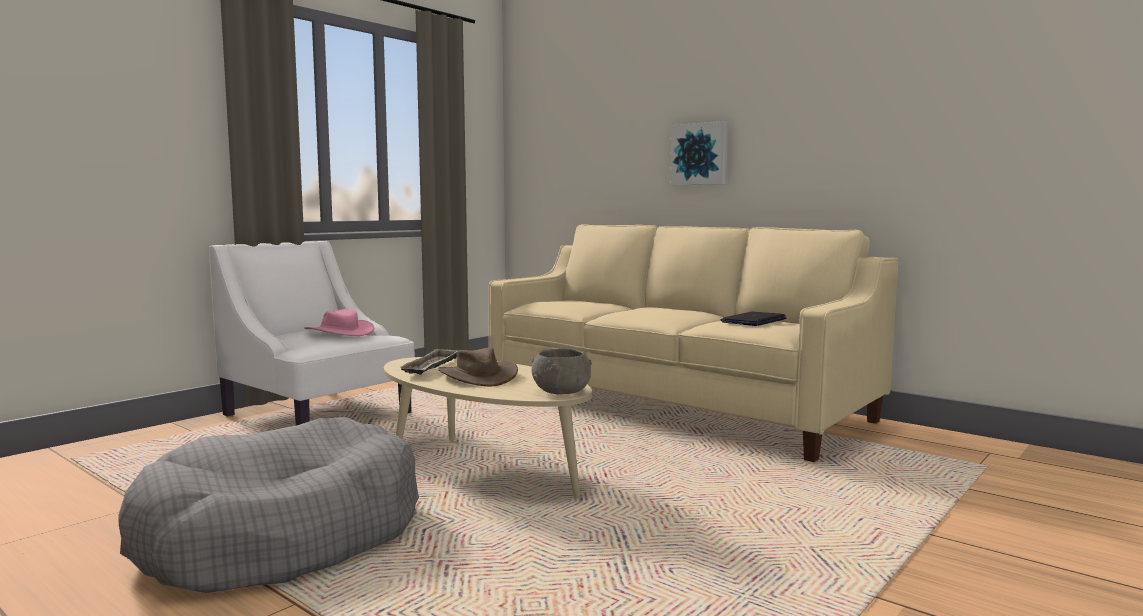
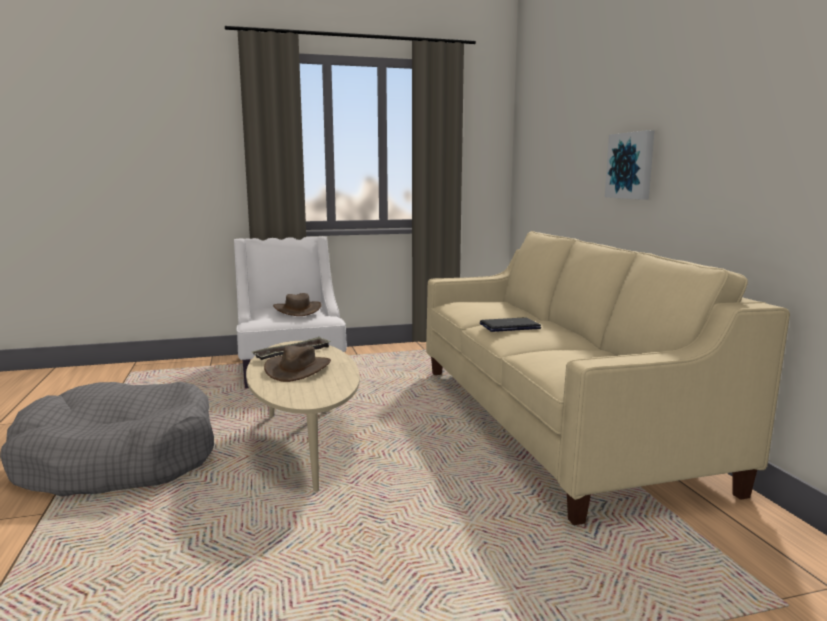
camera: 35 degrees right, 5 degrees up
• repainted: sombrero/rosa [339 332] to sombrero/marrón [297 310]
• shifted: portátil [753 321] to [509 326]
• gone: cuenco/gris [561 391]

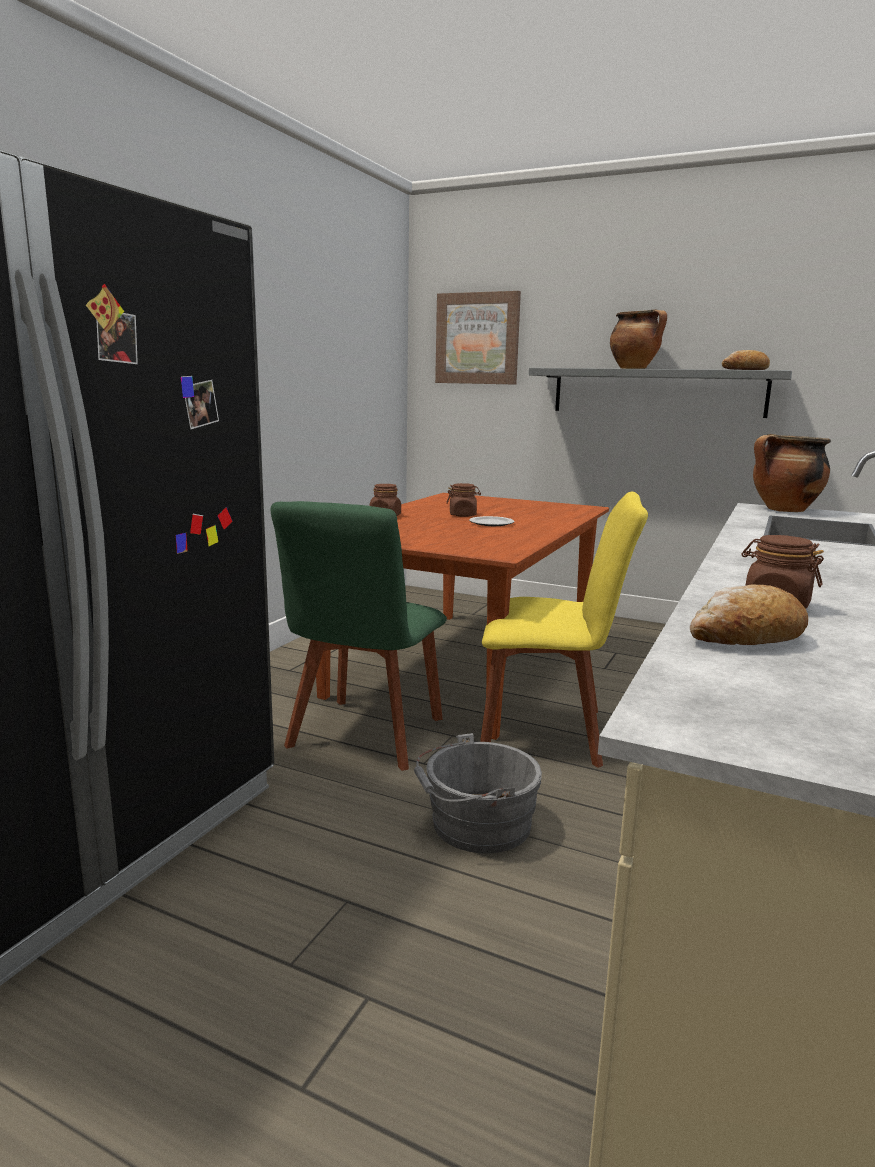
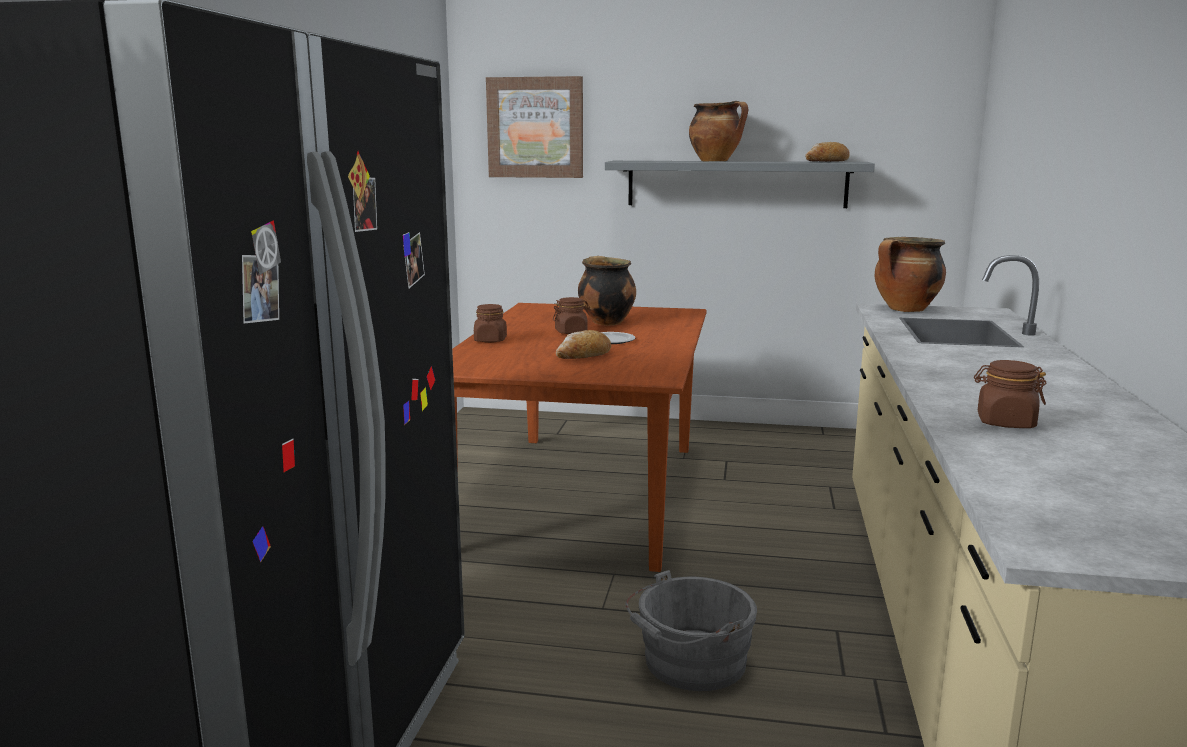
camera: 15 degrees left, 0 degrees up
• gone: silla/amarillo [551 732]
• gone: silla/verde [364 736]
• shifted: pan [746 638] to [584 356]
• new: olla [605 322]

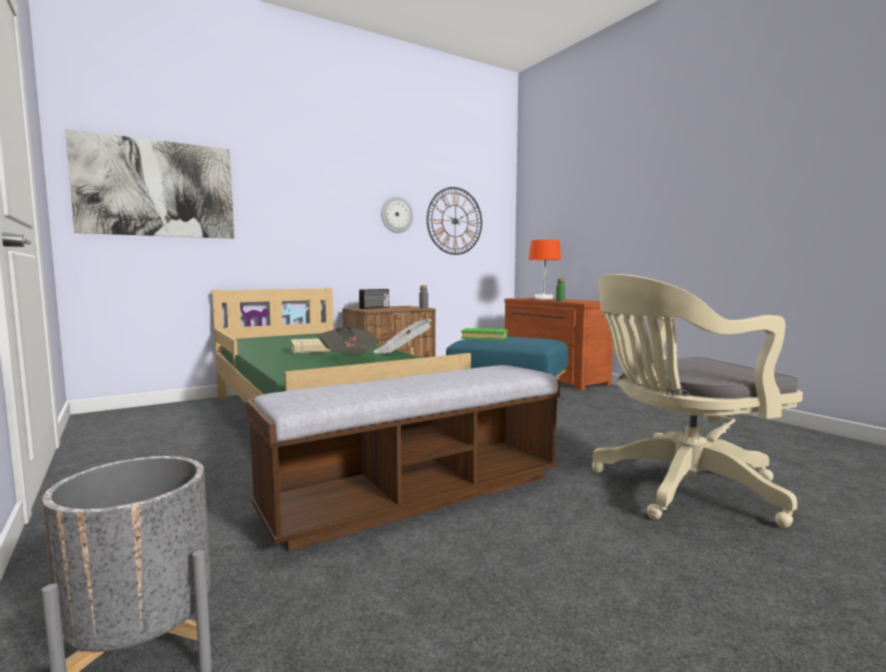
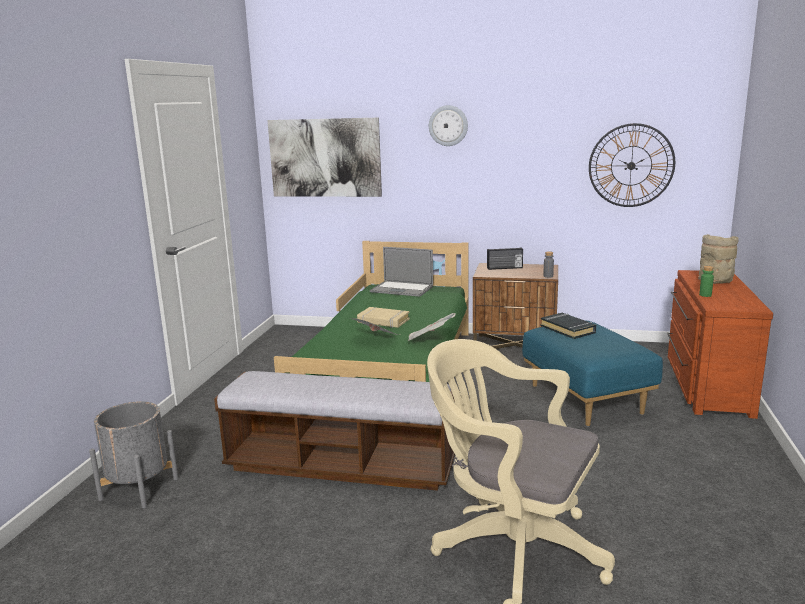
camera: 45 degrees right, 10 degrees up
• shifted: reloj de pared [396 214] to [448 125]
• swapped: lámpara de mesa/naranja [543 299] to florero/beis [715 282]
• repainted: libro/verde [484 338] to libro/negro [568 329]
• new: portátil [401 289]

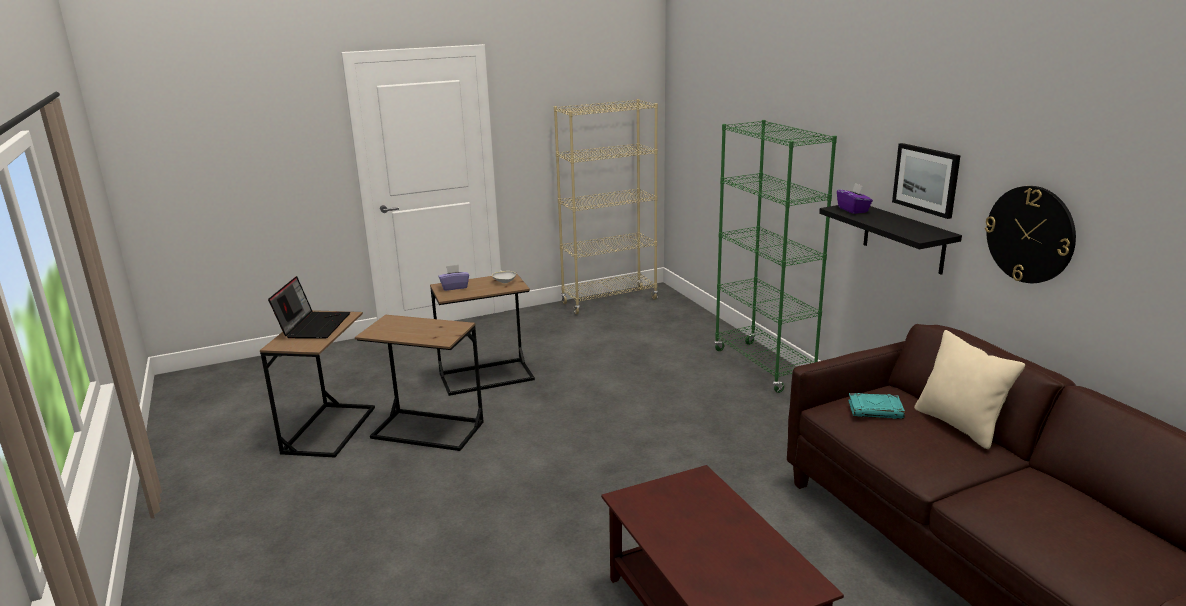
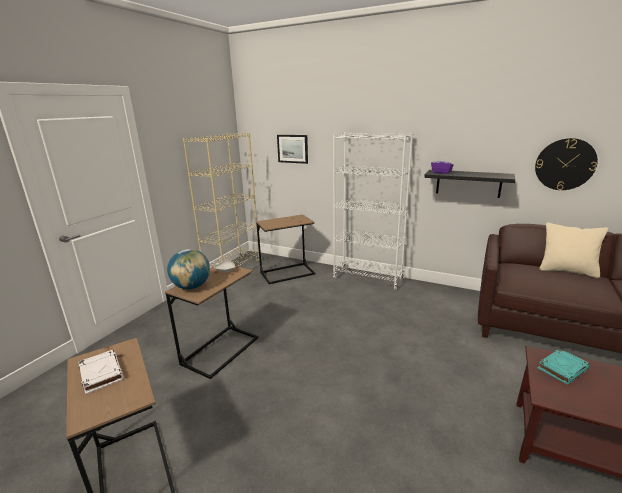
camera: 40 degrees left, 0 degrees up
• repainted: estantería/verde [763 366] to estantería/blanco [367 279]
• shifted: cuadro [926 179] to [293 148]
• swapped: caja de pañuelos/morado [454 287] to globo terráqueo [192 287]
• swapped: portátil [313 325] to libro/blanco [101 373]
• shifted: mesa auxiliar/marrón [428 430] to [287 273]
• shifted: libro/turquesa [876 410] to [562 368]

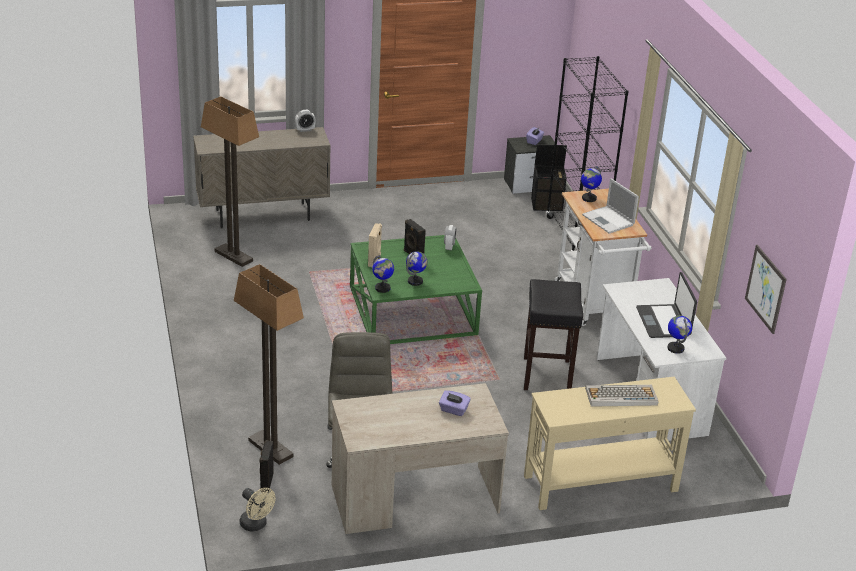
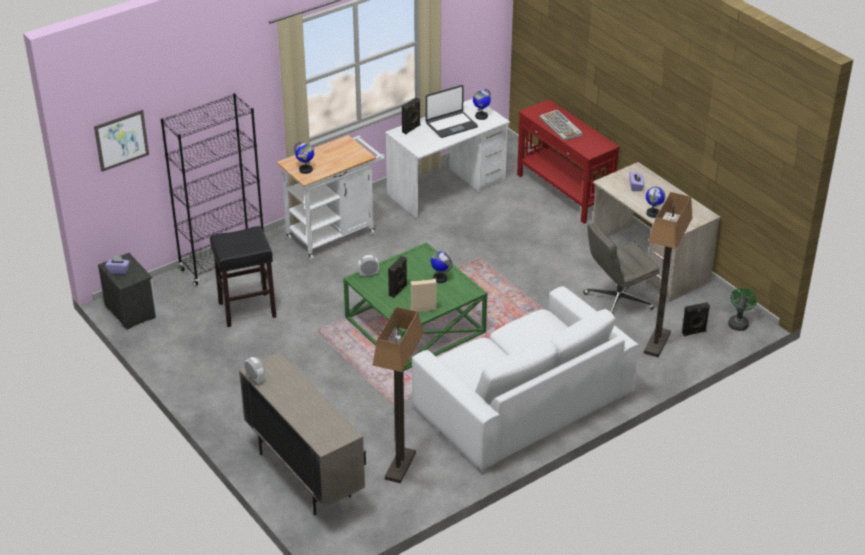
camera: 110 degrees left, 5 degrees up
• gone: caja de almacenaje/negro [547 204]
• gone: portátil [609 220]
• shifted: cuadro [765 289] to [121 140]
• shifted: globo terráqueo [382 288] to [653 213]
• shifted: taburete/negro [546 374] to [246 310]
• repainted: mesa consola/beis [599 483] to mesa consola/rojo [564 193]
• repainted: ventilador/beis [256 525] to ventilador/verde [738 322]
• new: altavoz/negro [411 129]
• new: sofá/blanco [521 400]

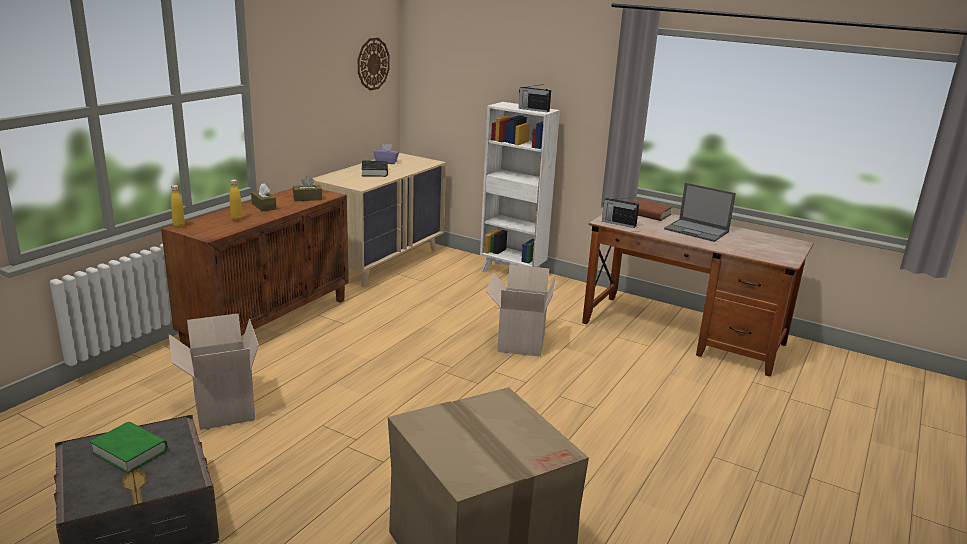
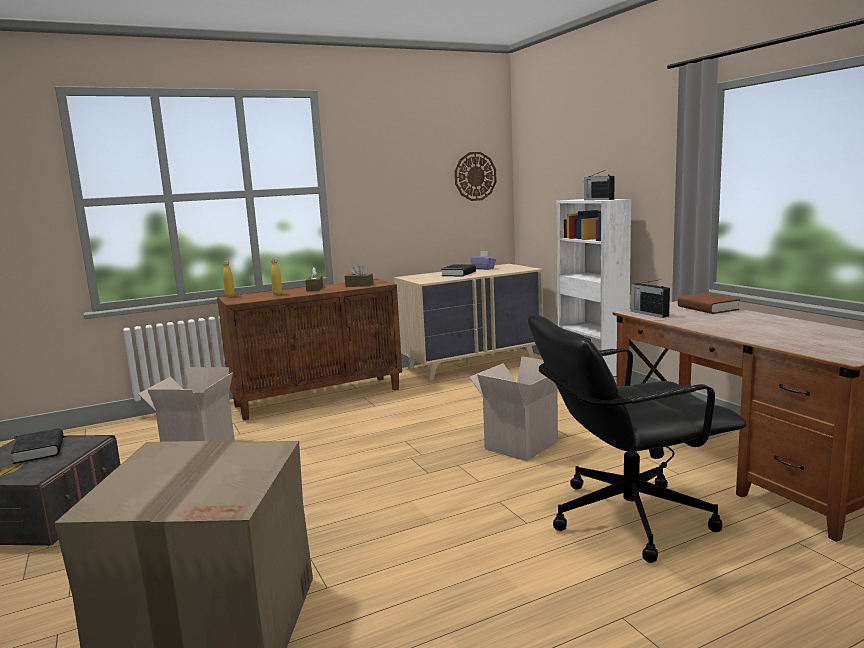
camera: 35 degrees right, 10 degrees down
• gone: portátil [697 230]
• repainted: libro/verde [130 451] to libro/negro [39 450]
• new: silla de oficina/negro [627 517]

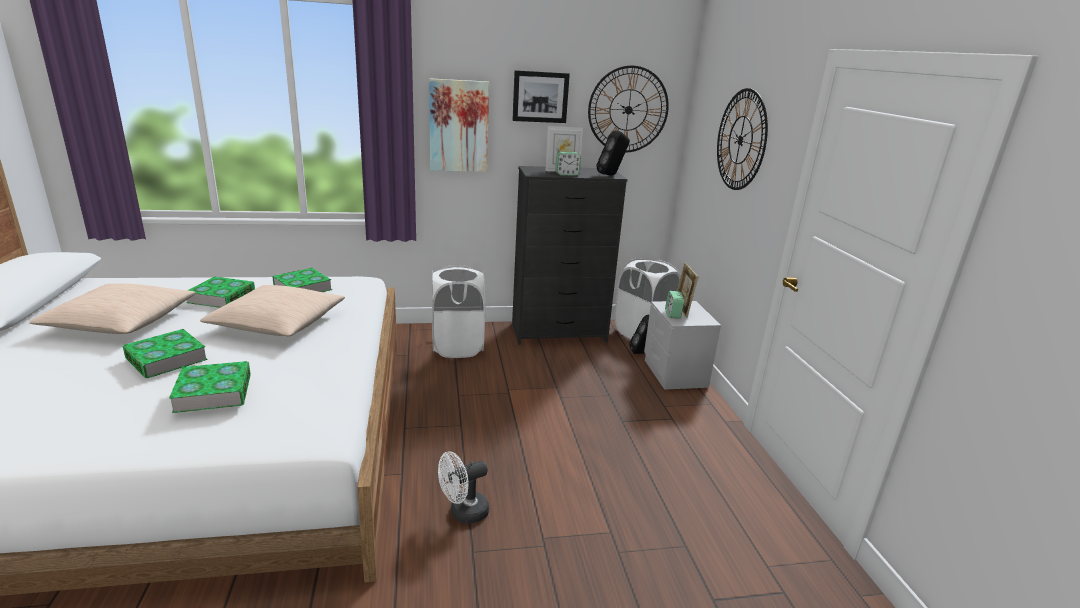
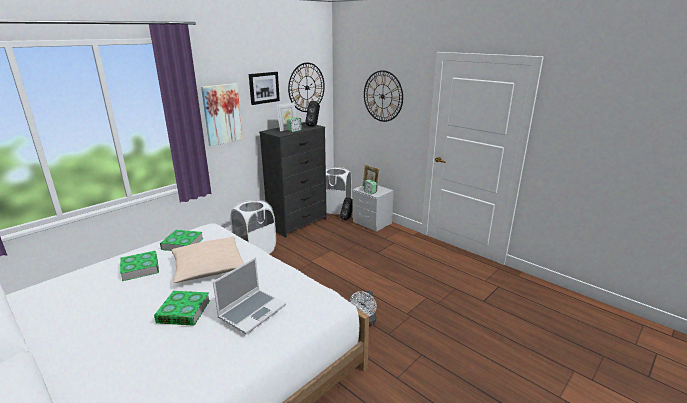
camera: 35 degrees left, 0 degrees up
• gone: cojín/beis [121 322]
• swapped: libro [214 392] to portátil [252 311]

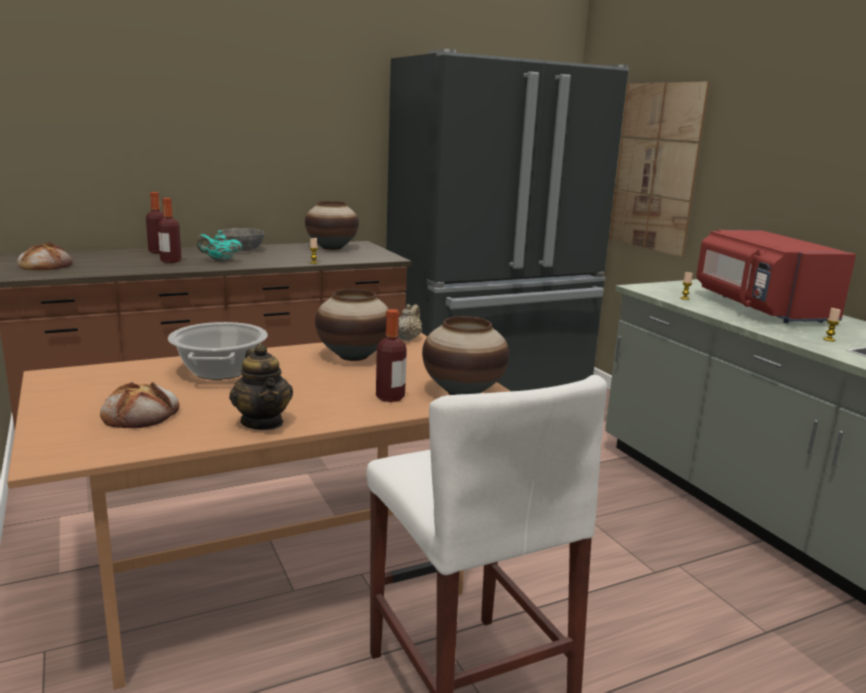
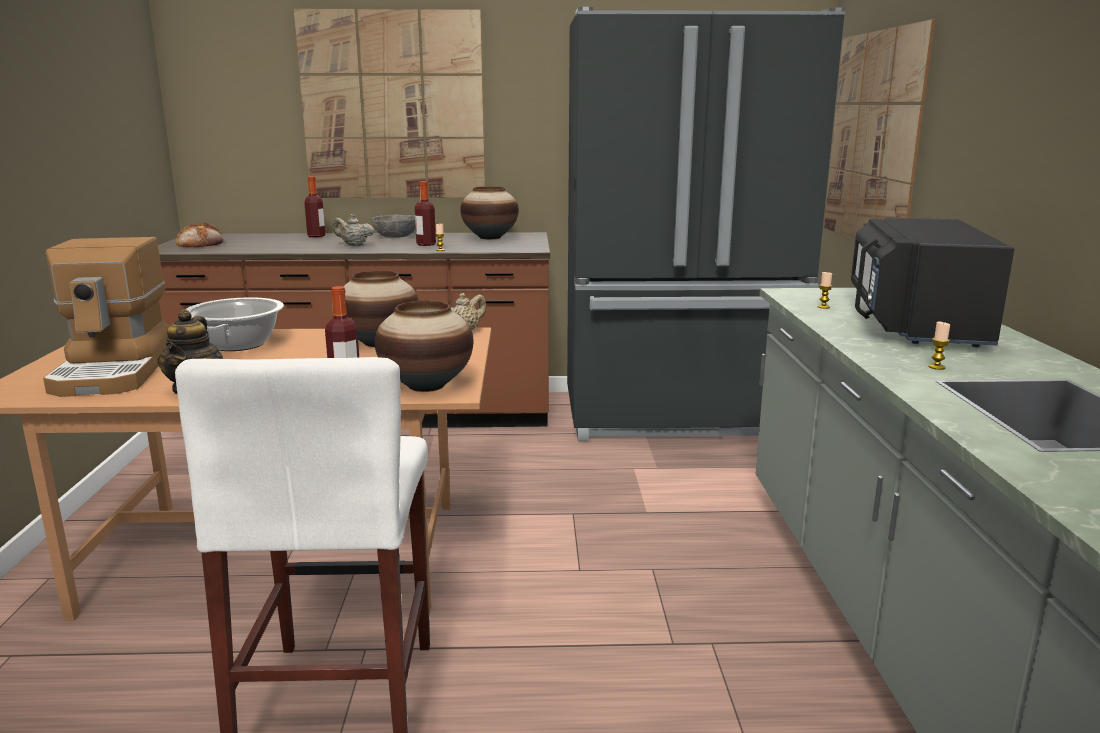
camera: 25 degrees right, 0 degrees up
• shifted: botella [171 261] to [426 244]
• repainted: microondas/rojo [759 308] to microondas/negro [913 324]
• repainted: tetera/turquesa [220 261] to tetera/beis [354 245]
• swapped: pan [141 414] to cafetera [116 371]
• new: cuadro [393 106]

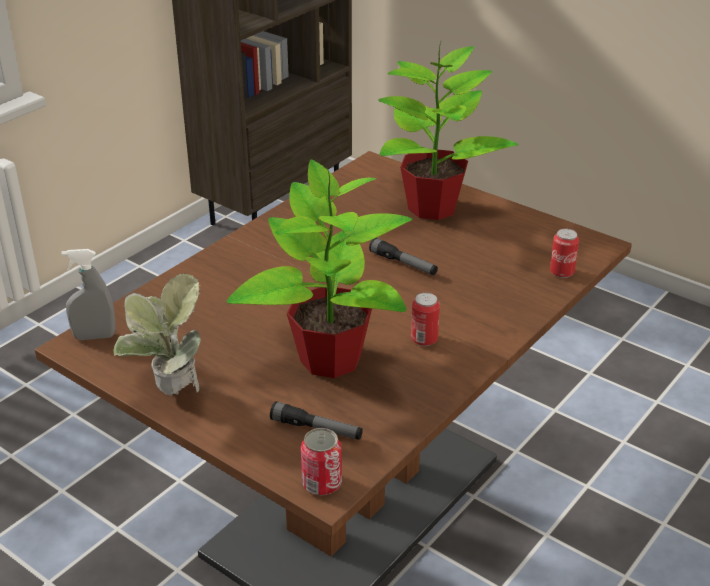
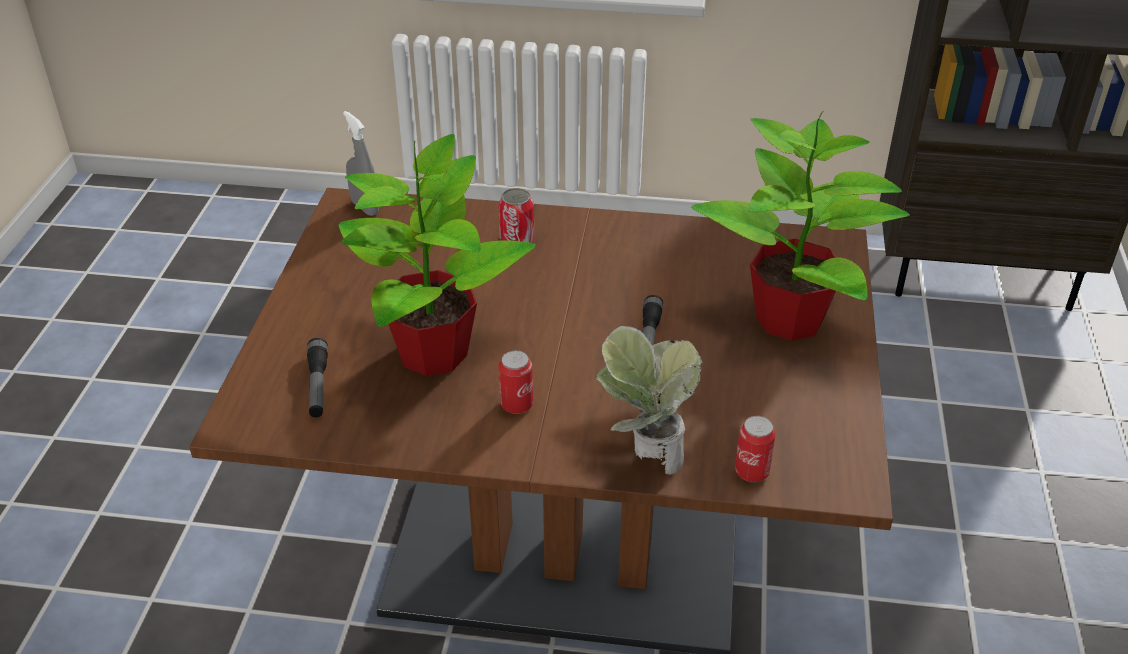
camera: 60 degrees right, 5 degrees up
• shifted: planta en maceta [169 396] to [645 457]
• shifted: lata [321 483] to [517 239]

